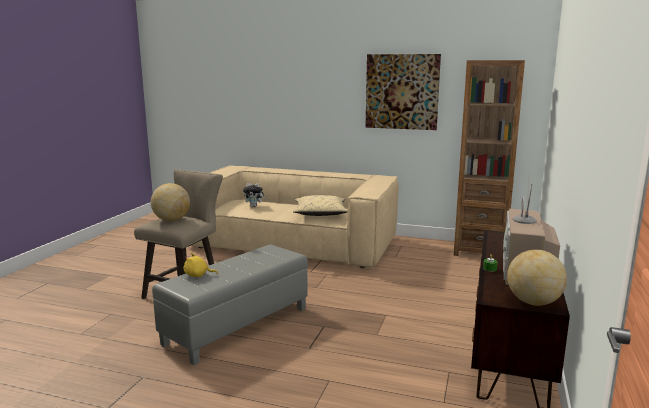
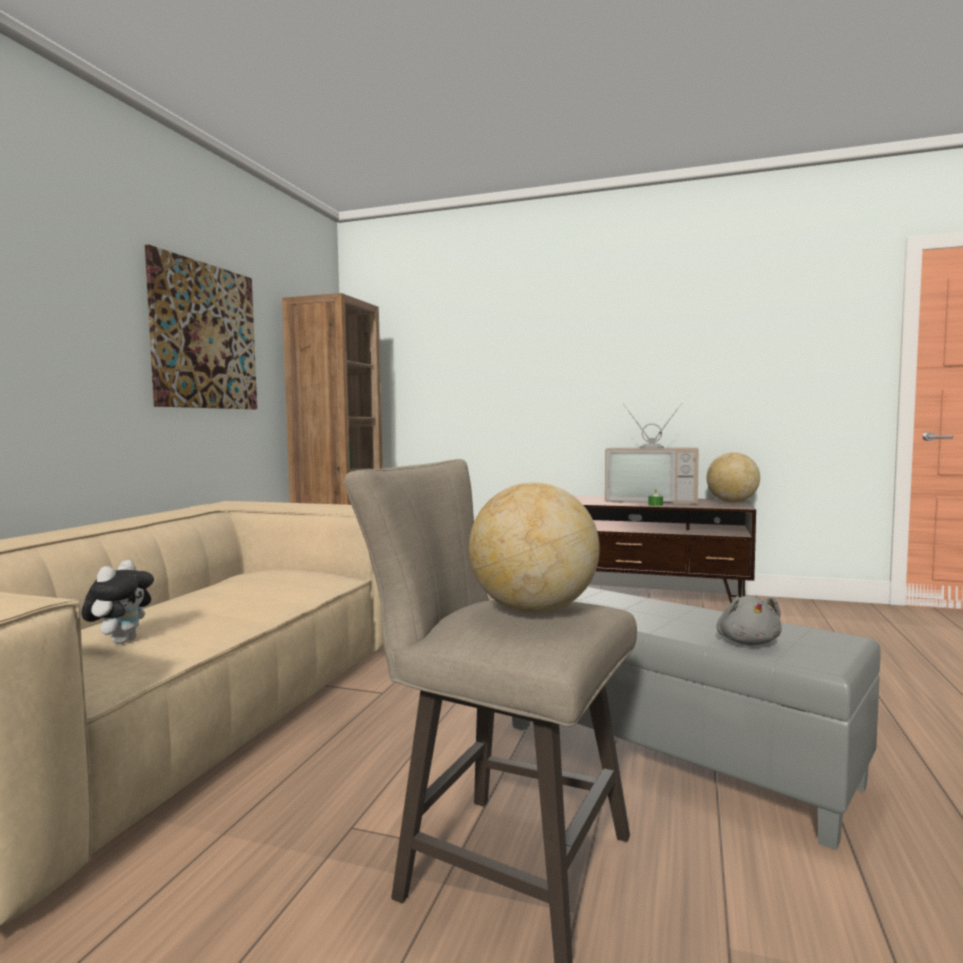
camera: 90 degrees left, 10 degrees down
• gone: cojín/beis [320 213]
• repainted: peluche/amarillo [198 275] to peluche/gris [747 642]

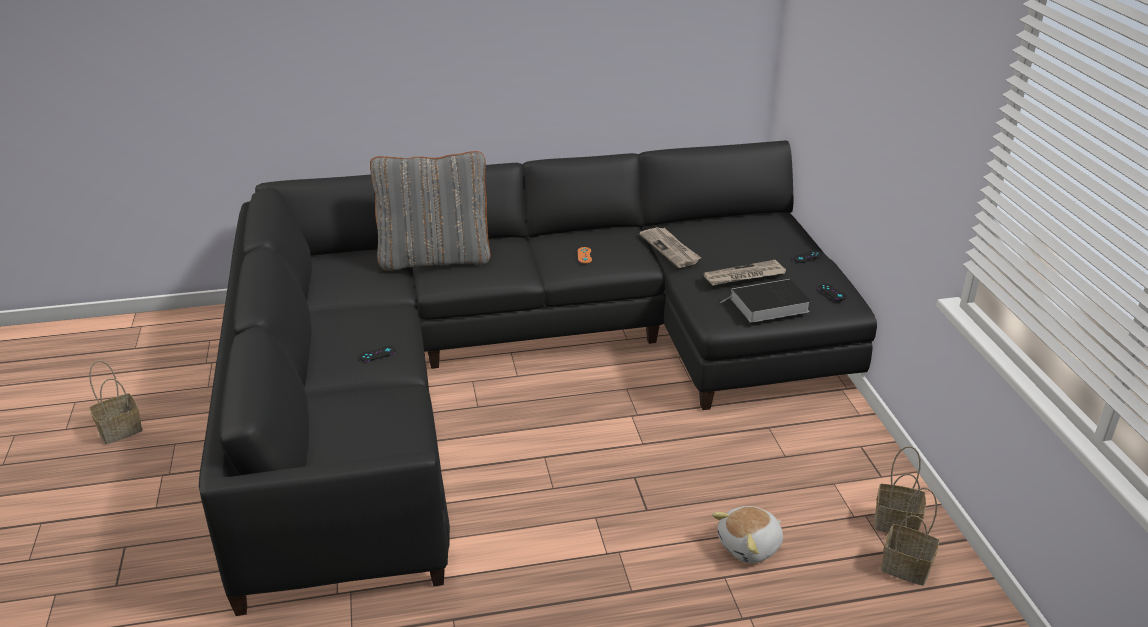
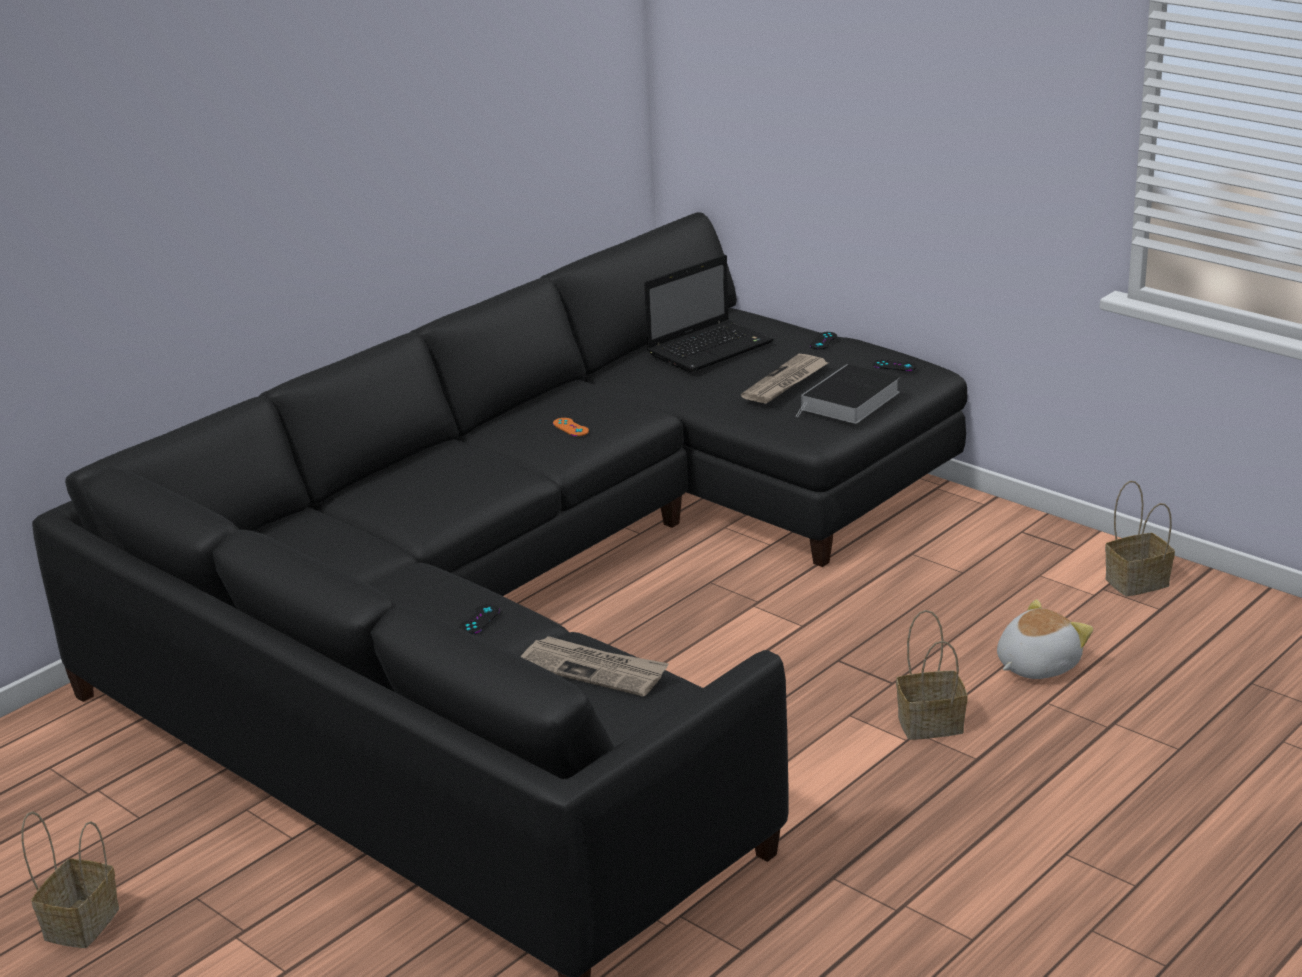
camera: 35 degrees left, 5 degrees down
• gone: cojín/gris [435 258]
• shifted: periódico [670 249] to [594 669]
• shifted: cesta [908 567] to [932 723]
• rotated: peluche [750 546] = [1035 665] 150 degrees counterclockwise
• new: portátil [711 348]

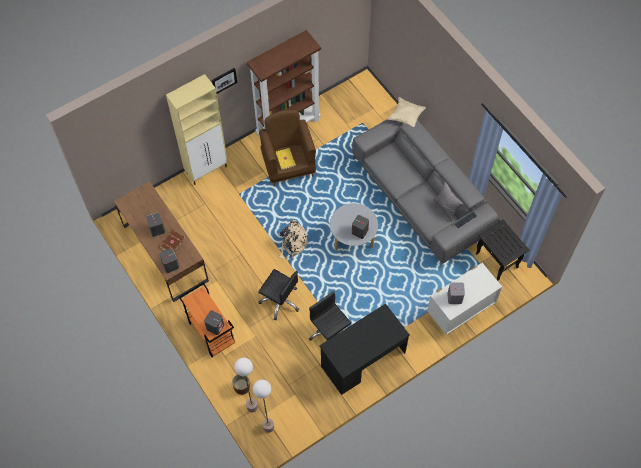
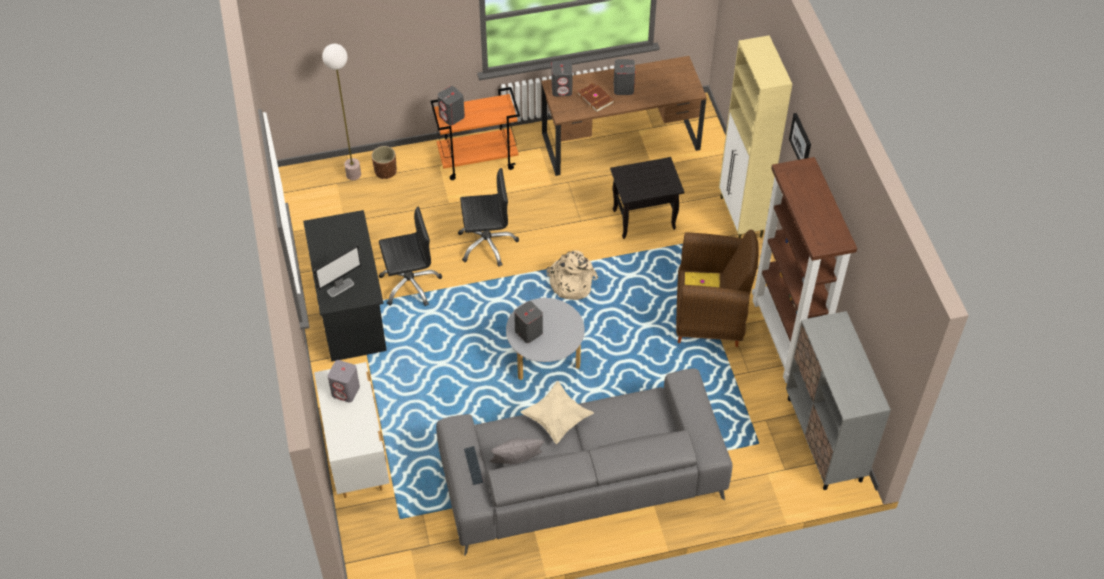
camera: 110 degrees right, 10 degrees down
• shifted: cojín/beis [406 117] to [557 419]
• shifted: mesa auxiliar/negro [497 261] to [643 220]
• rotated: silla de oficina/negro [280 301] = [487 244] 150 degrees counterclockwise
• gone: lámpara de pie [268 427]
• new: monitor [341 287]
• new: armario/gris [824 439]

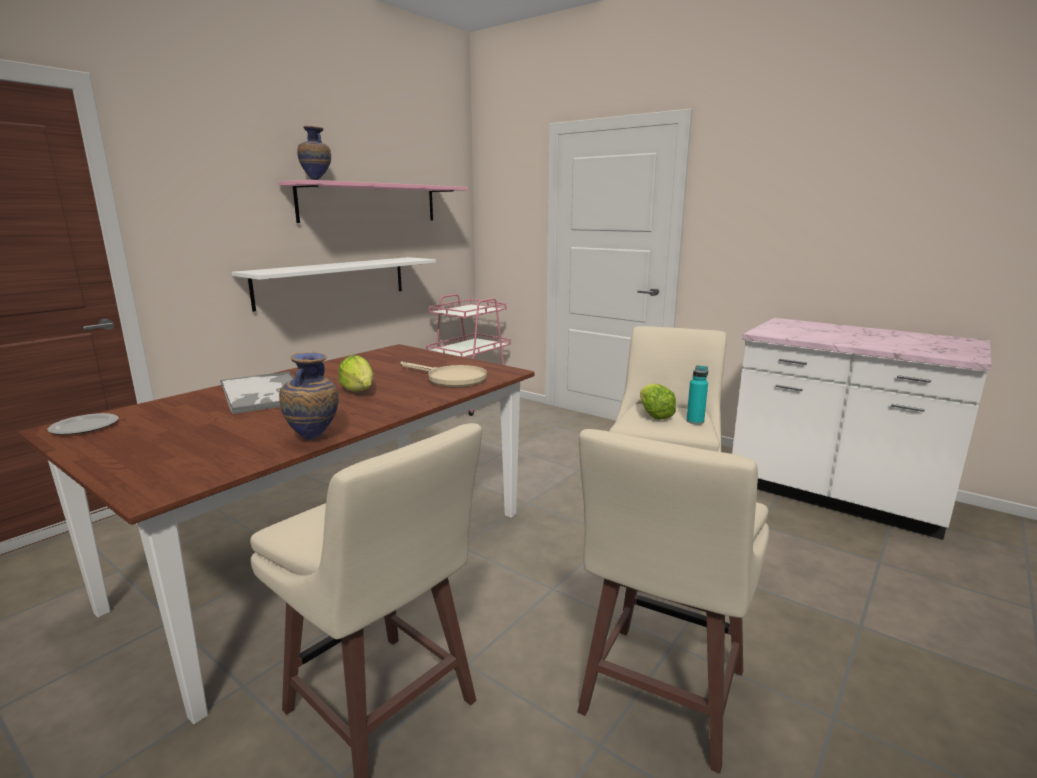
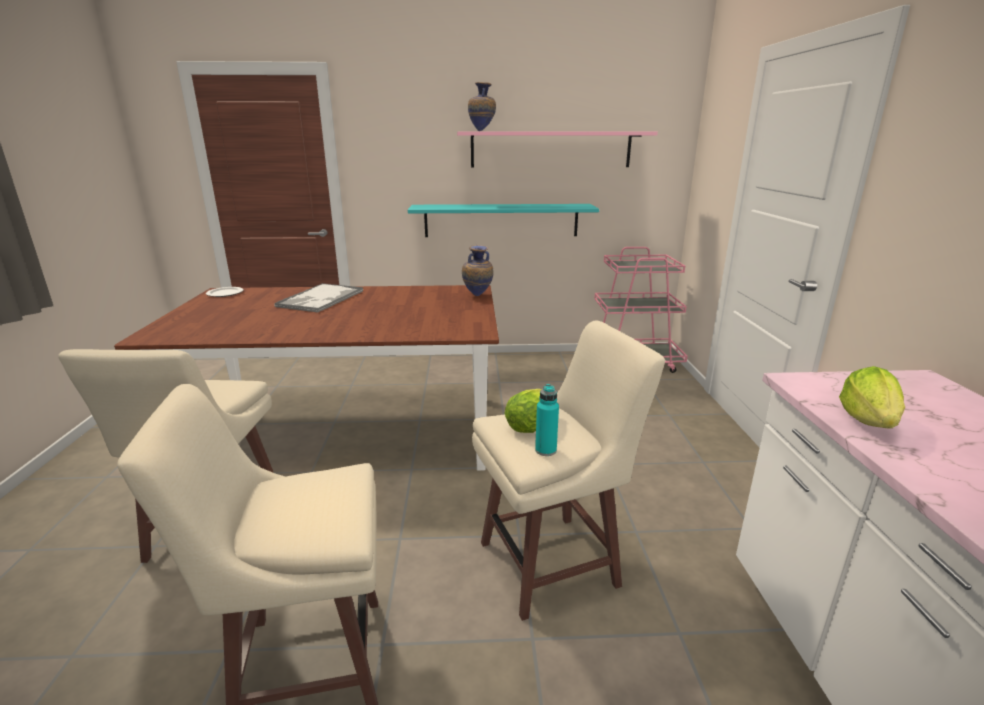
camera: 50 degrees right, 5 degrees up
• repainted: estante/blanco [333 281] to estante/turquesa [501 220]
• shifted: florero [314 440] to [477 296]
• shifted: lechuga [359 390] to [868 421]
• gone: sartén/beis [450 378]

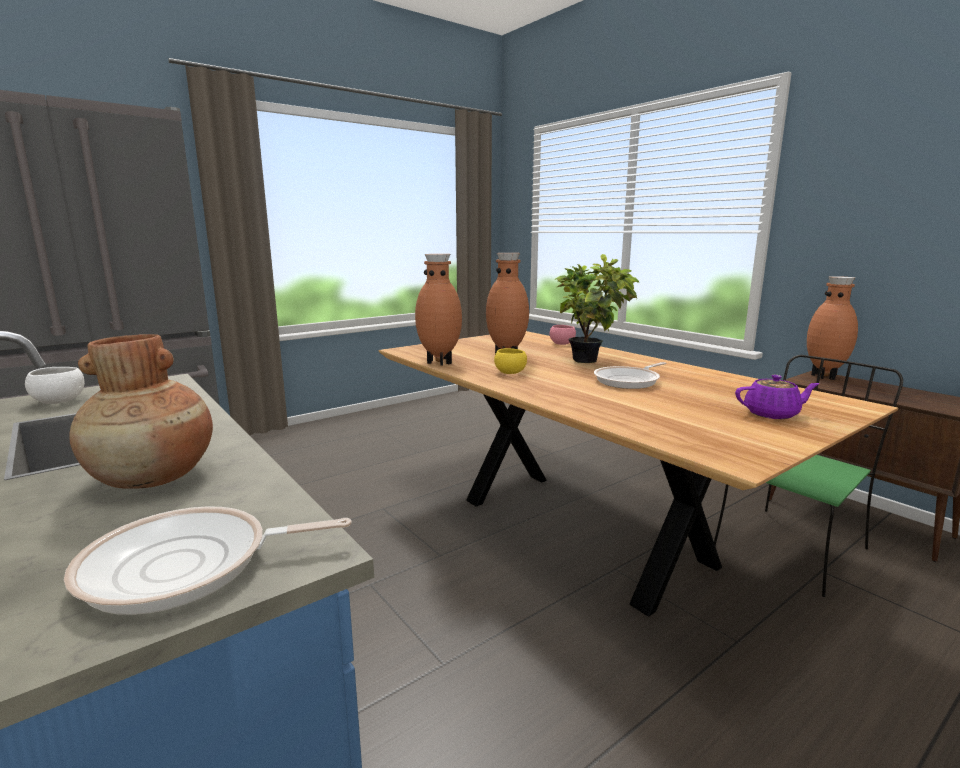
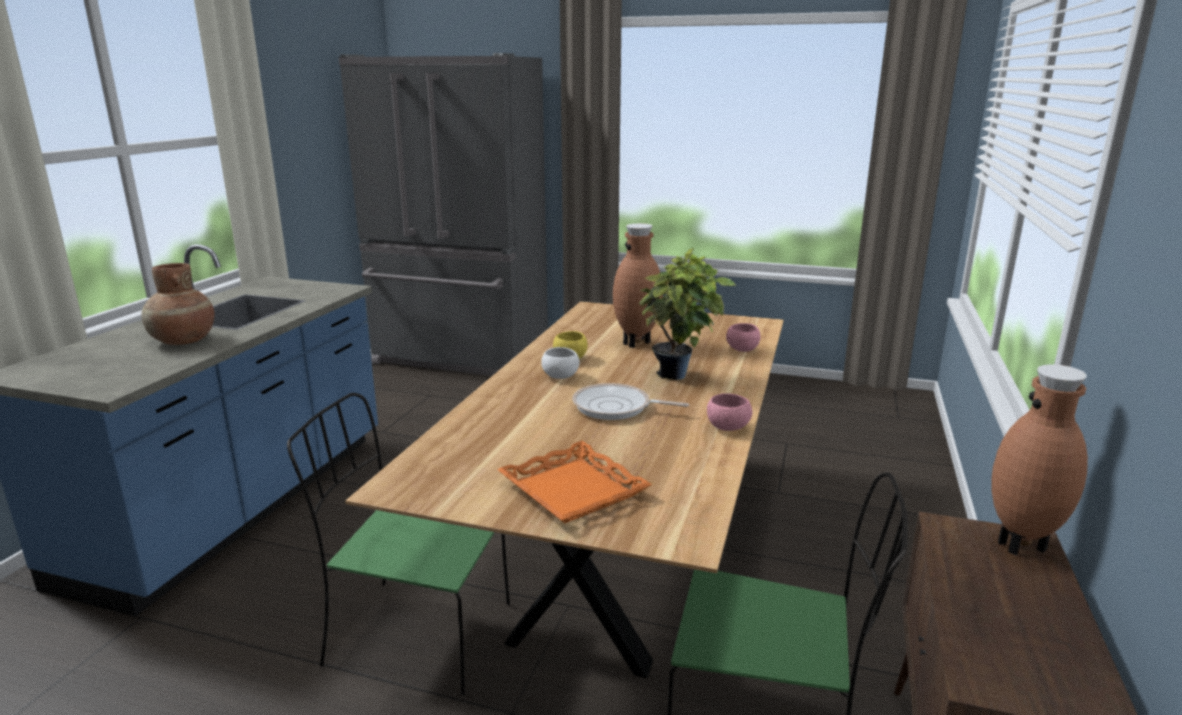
camera: 55 degrees right, 5 degrees up
• gone: florero/marrón [440 362]
• shifted: cuenco/blanco [59 401] to [560 377]
• swapped: tetera/morado [772 414] to bandeja/naranja [572 490]
• gone: sartén [187 566]
• new: silla/verde [415 634]
• new: cuenco/rosa [728 428]

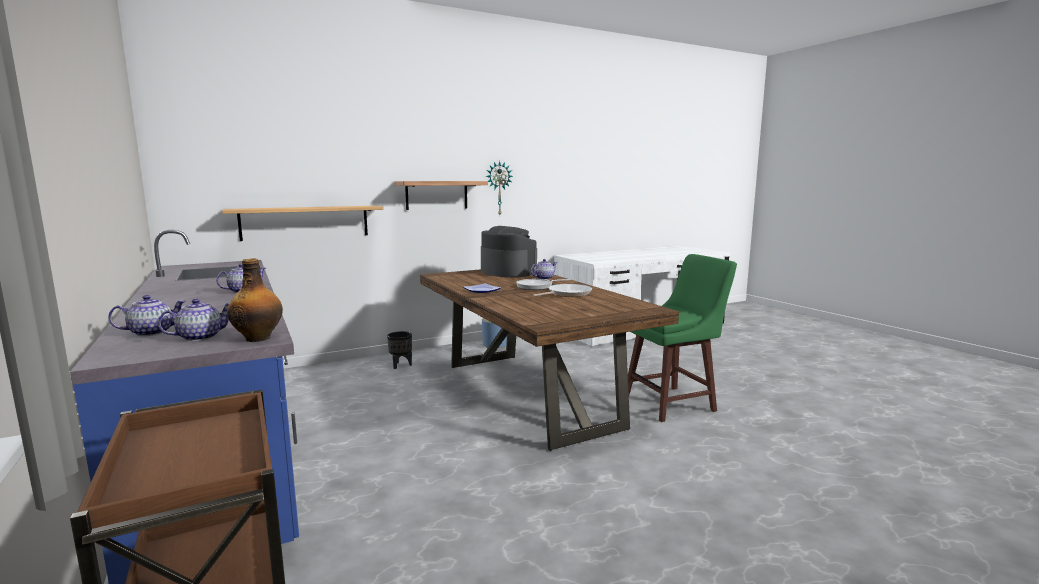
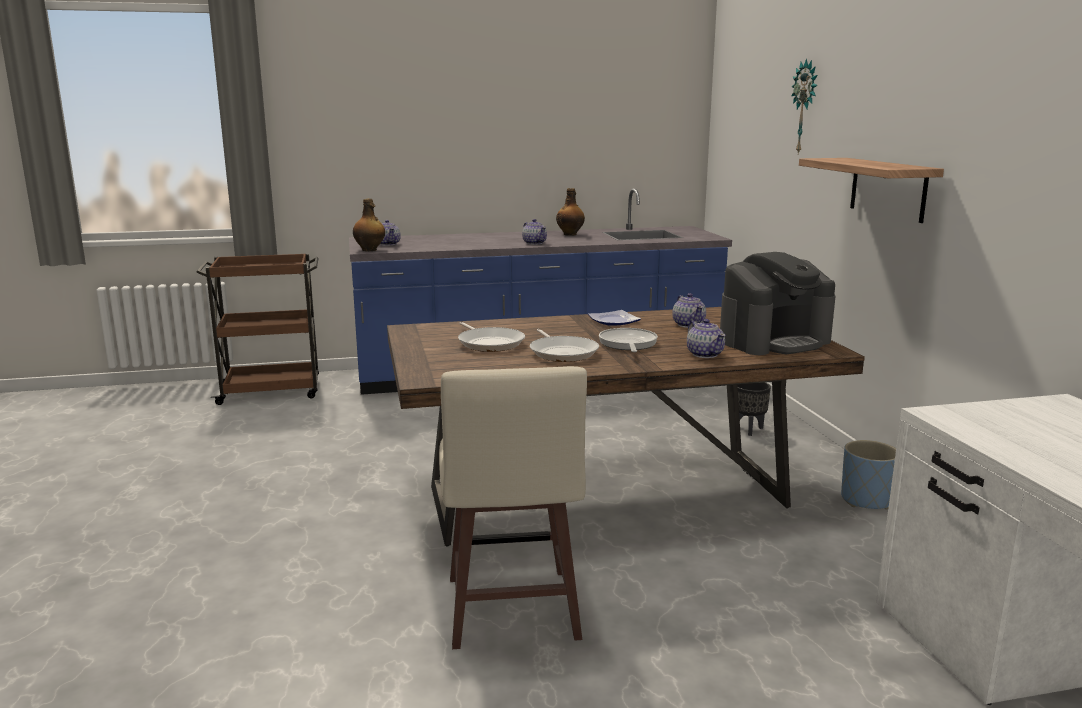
camera: 105 degrees right, 5 degrees up
• shifted: reloj de pared [498 188] to [805 107]
• gone: estante [305 222]
• repainted: taburete/verde [671 403] to taburete/beis [511 611]
• shifted: tetera [151 332] to [688 324]
• new: botella [570 234]
• new: sartén [489 343]

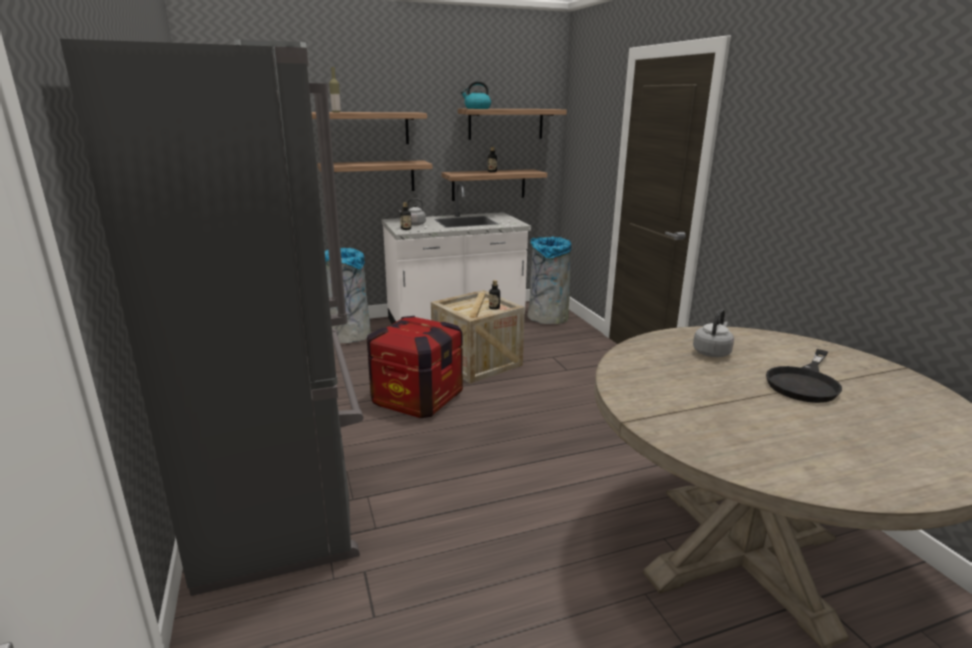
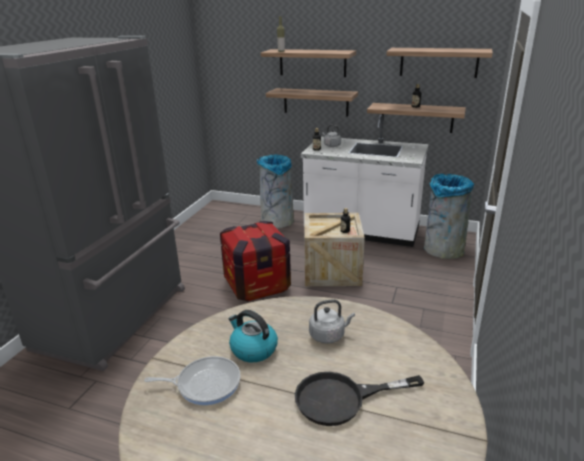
camera: 40 degrees right, 5 degrees up
• shifted: hervidor [477 108] to [253 349]
• new: sartén [205 384]

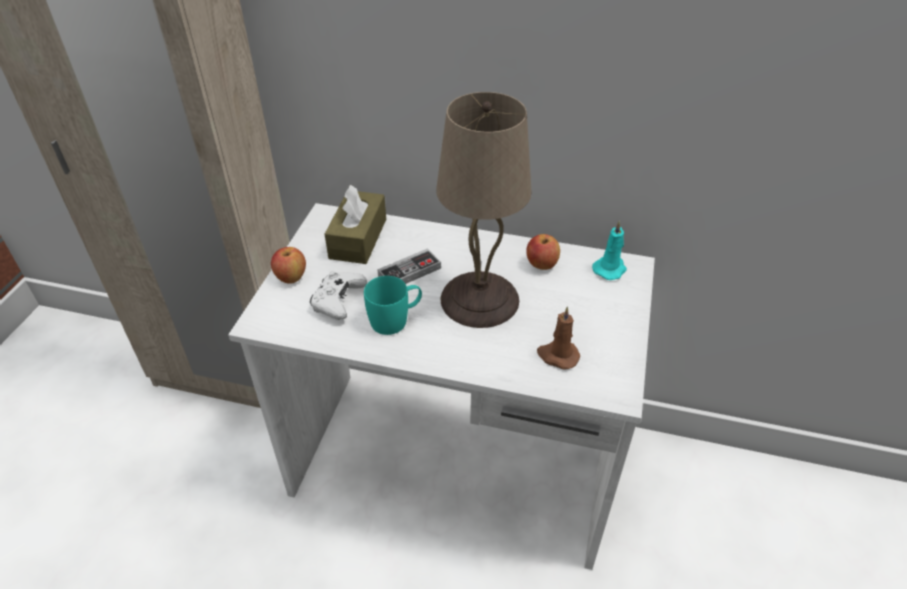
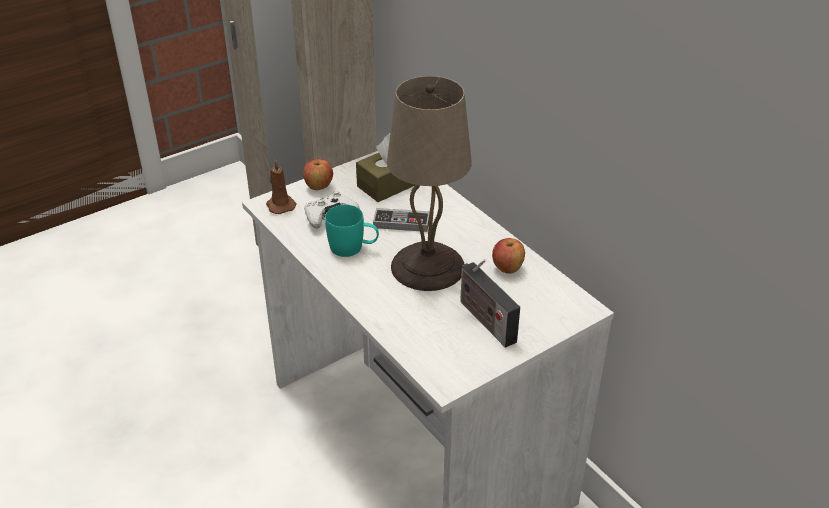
camera: 40 degrees right, 5 degrees down
• gone: vela/turquesa [610 269]
• shifted: vela/marrón [557 355] to [280 205]
• new: radio [484 319]

